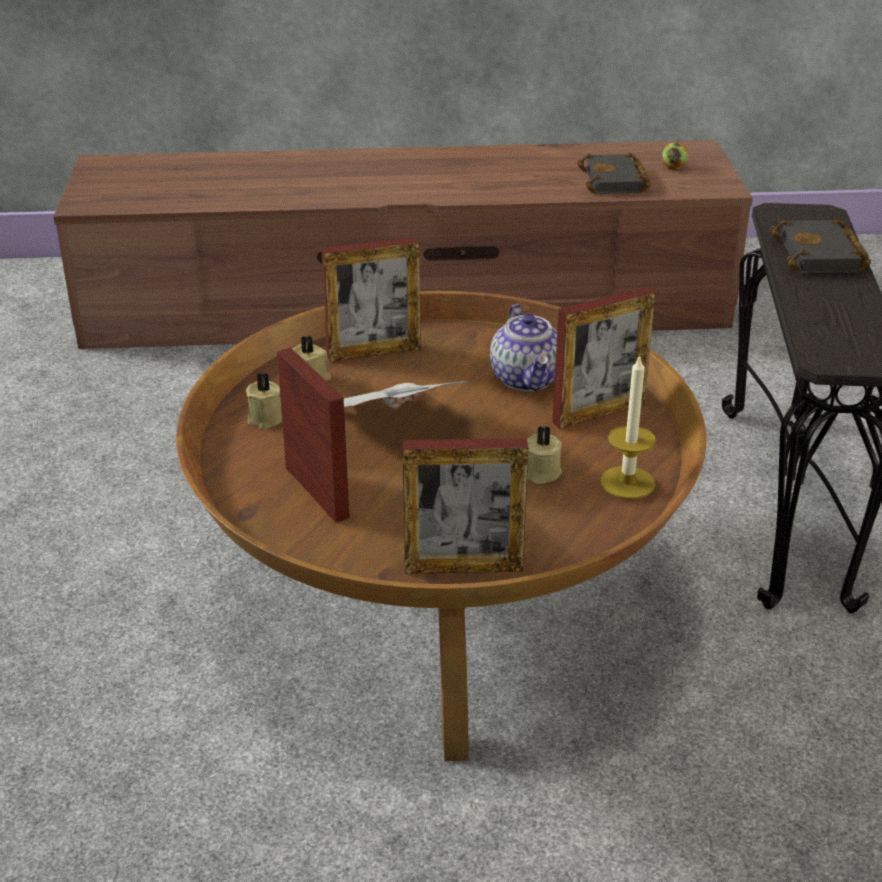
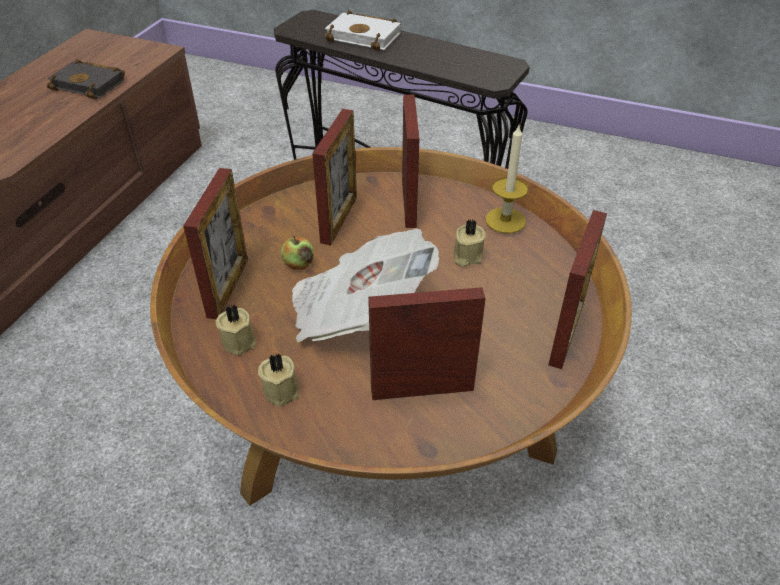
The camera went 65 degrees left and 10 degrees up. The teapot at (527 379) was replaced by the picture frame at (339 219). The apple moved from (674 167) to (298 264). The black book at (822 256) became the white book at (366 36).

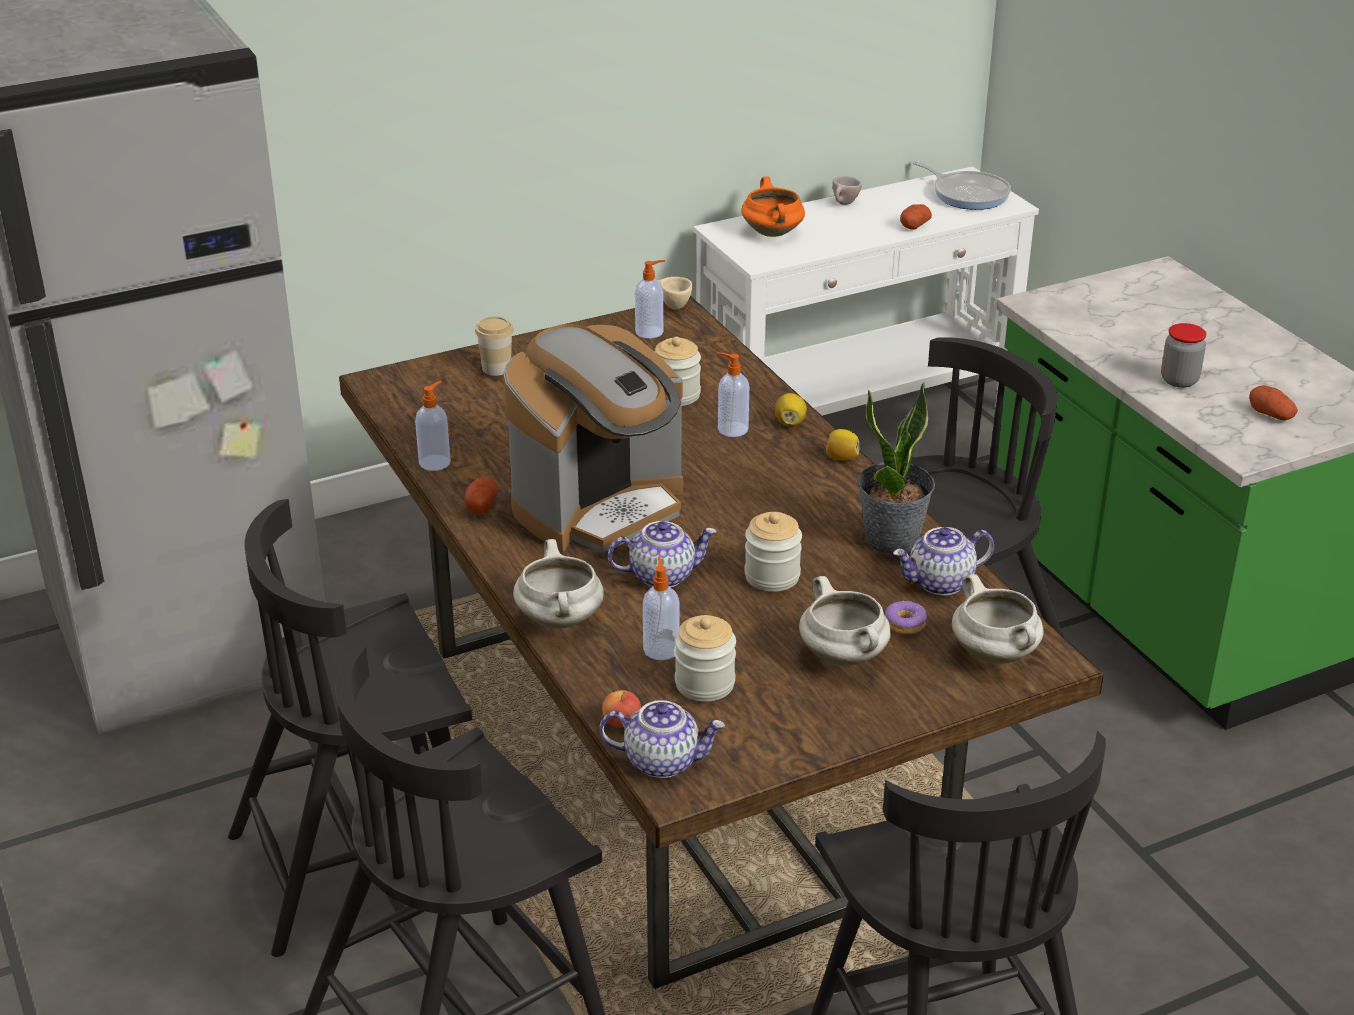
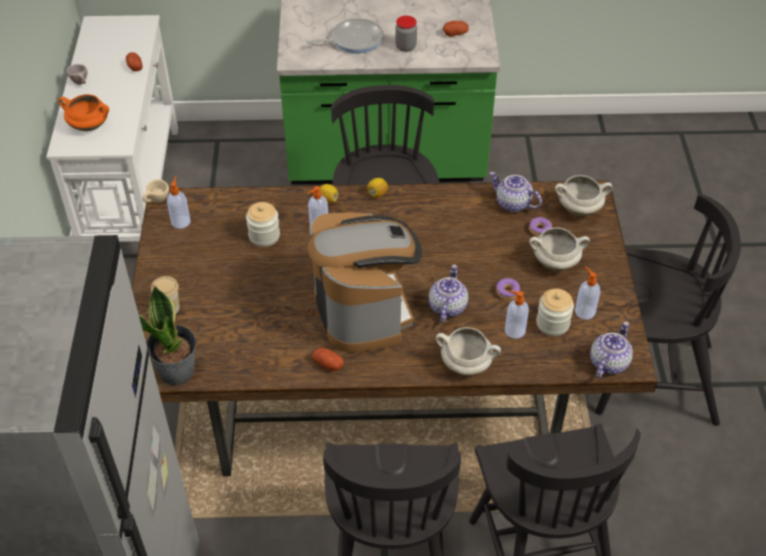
The camera went 65 degrees left and 15 degrees up. The soap dispenser moved from (435 462) to (584 311). The apple at (621 722) disappeared. The jar at (772 576) disappeared. The potted plant moved from (892 539) to (177 371). The teapot at (940 583) turned 120 degrees clockwise. The frying pan moved from (967 194) to (353 40). The donut at (507 292) appeared.

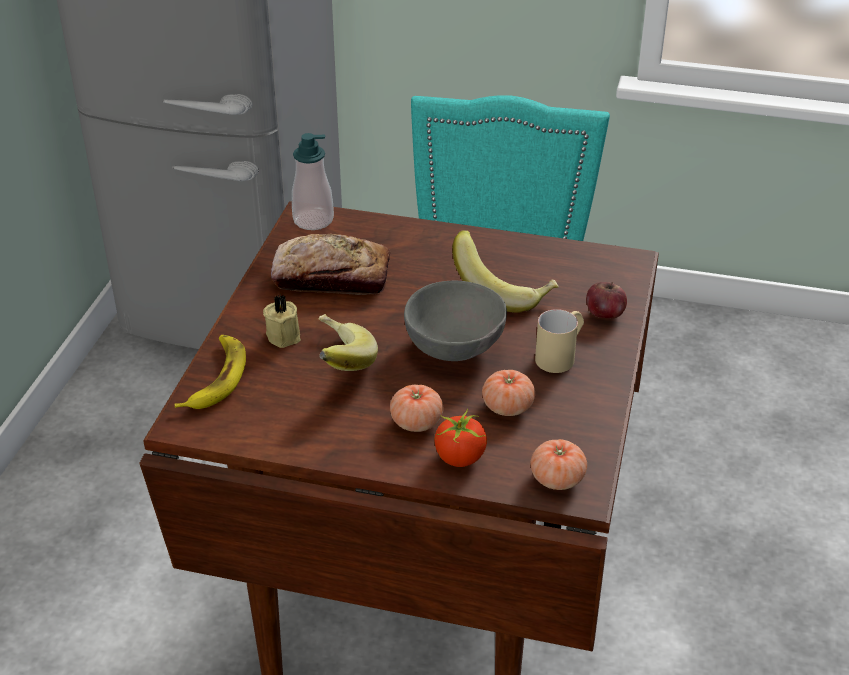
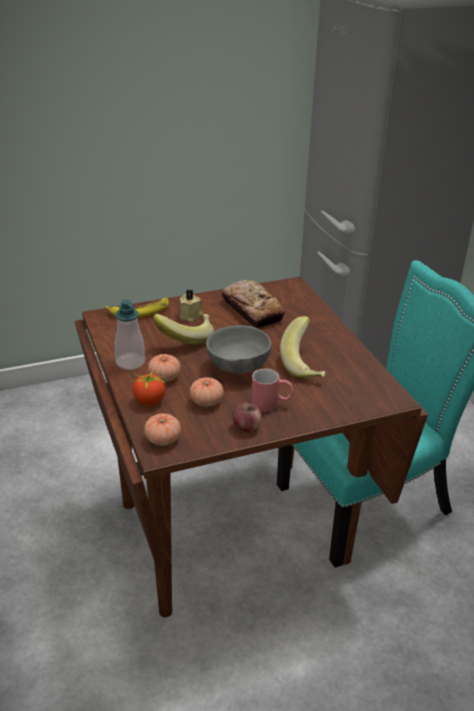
The camera went 55 degrees right and 5 degrees down. The soap dispenser moved from (313 220) to (130 362). The beige mug at (560 355) became the red mug at (271 404). The apple moved from (605 314) to (246 427).

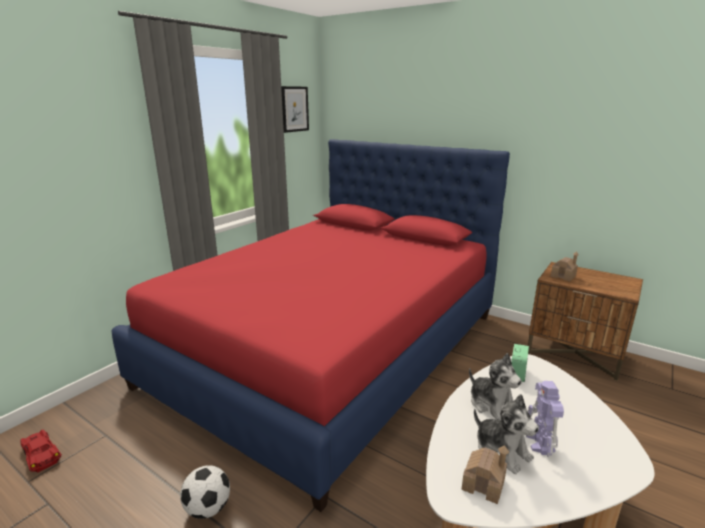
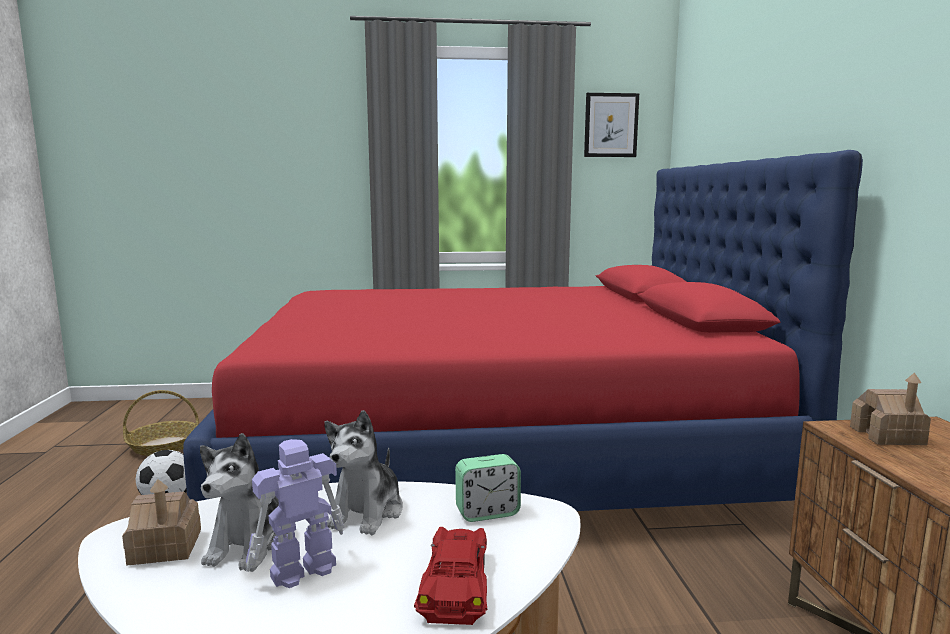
The camera went 50 degrees right and 10 degrees down. The red toy car moved from (41 454) to (457 585). The basket at (164 445) appeared.

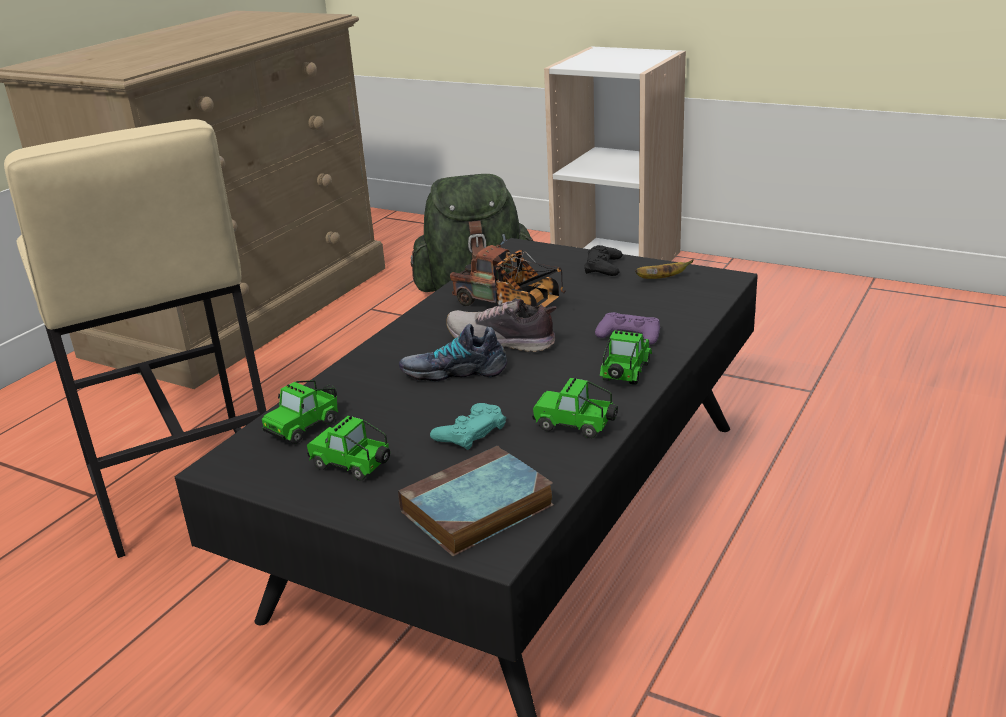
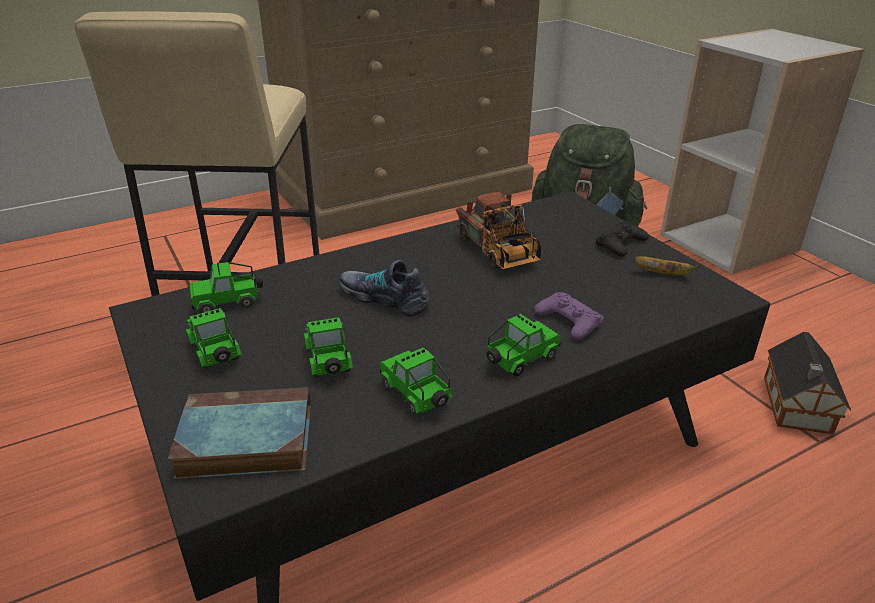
The camera went 30 degrees right and 5 degrees up. The turquoise game controller at (470 432) was replaced by the toy car at (329 361). The shoe at (501 342) disappeared. The toy house at (796 407) appeared.

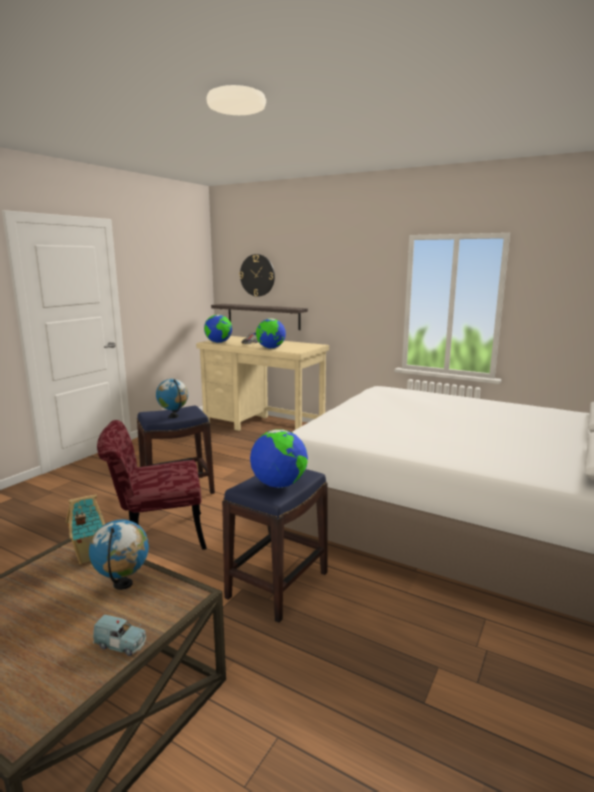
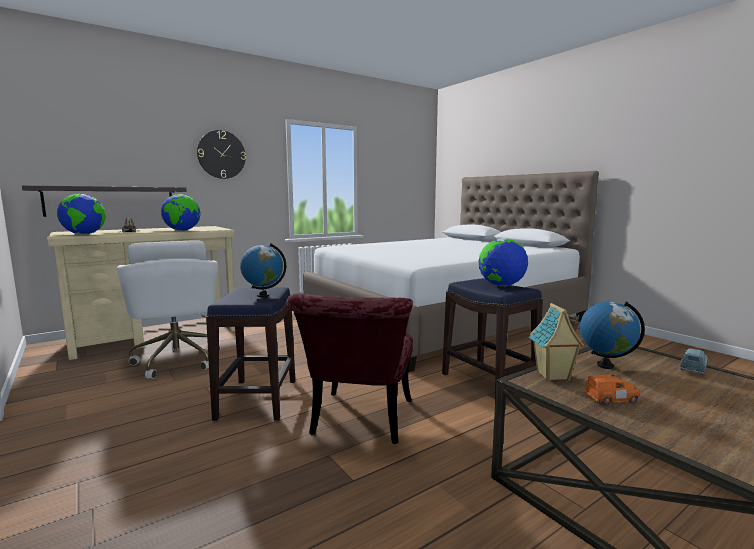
The camera went 65 degrees left and 5 degrees down. The wall clock moved from (257 275) to (221 154). The white office chair at (177 360) appeared. The orange toy car at (612 399) appeared.

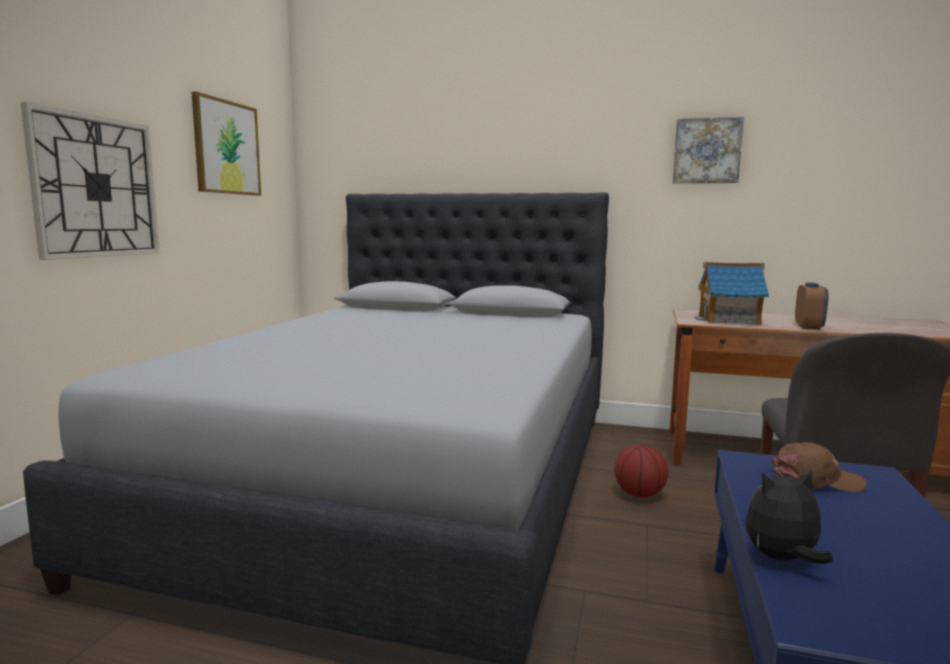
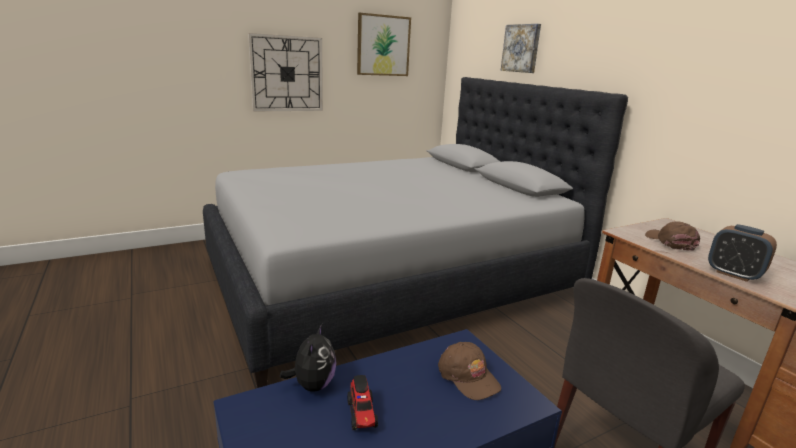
The camera went 45 degrees right and 10 degrees up. The basketball at (640 494) disappeared. The picture moved from (706 151) to (521 48). The toy house at (729 320) was replaced by the brown cap at (671 242). The plush toy at (782 559) turned 60 degrees clockwise. The alarm clock at (808 327) turned 75 degrees clockwise. The toy truck at (362 415) appeared.

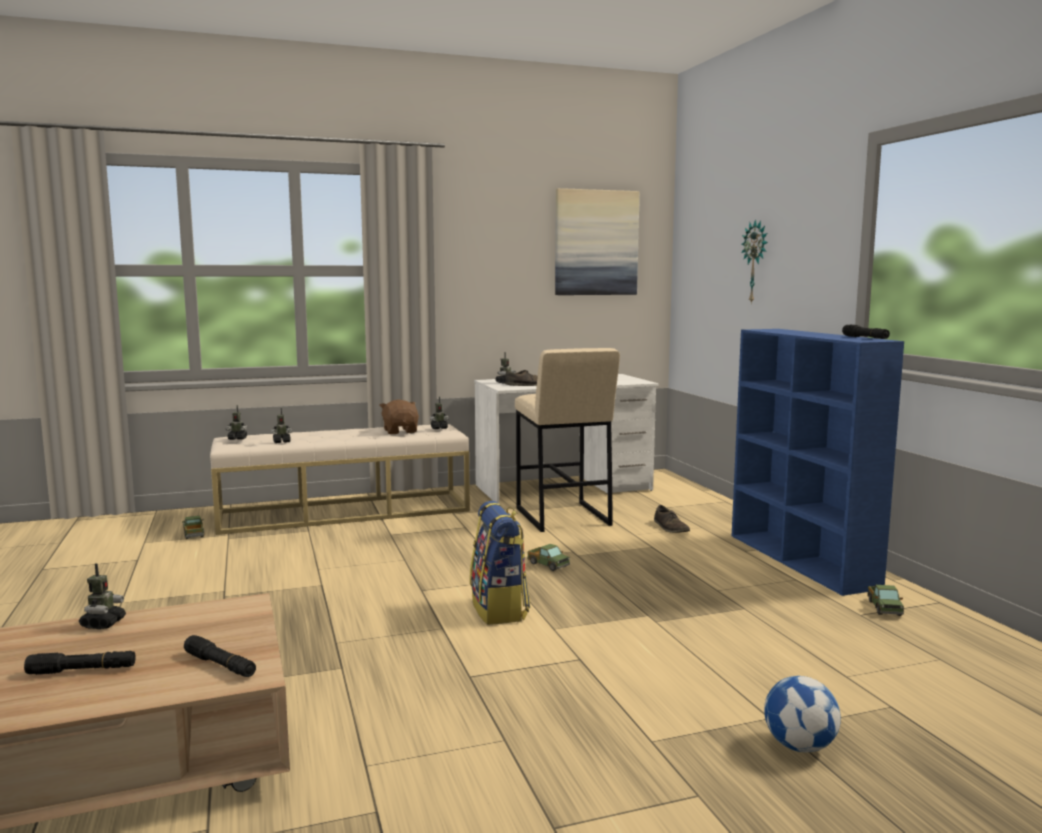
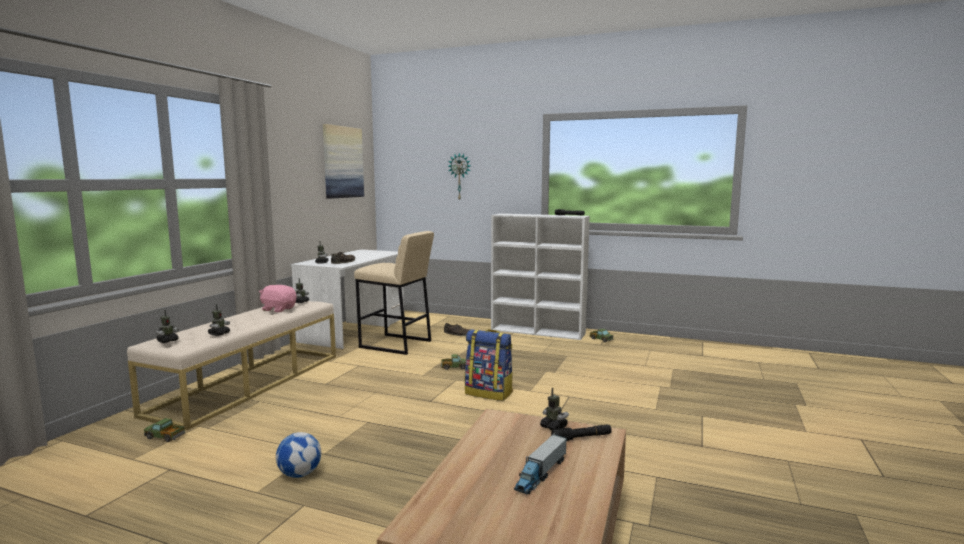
The camera went 50 degrees left and 0 degrees up. The black flashlight at (82 670) was replaced by the toy truck at (541 474). The toy robot moved from (103 624) to (553 427). The brown plush toy at (400 431) became the pink plush toy at (278 309). The blue bookcase at (802 561) became the white bookcase at (538 332). The football moved from (799 746) to (299 474).

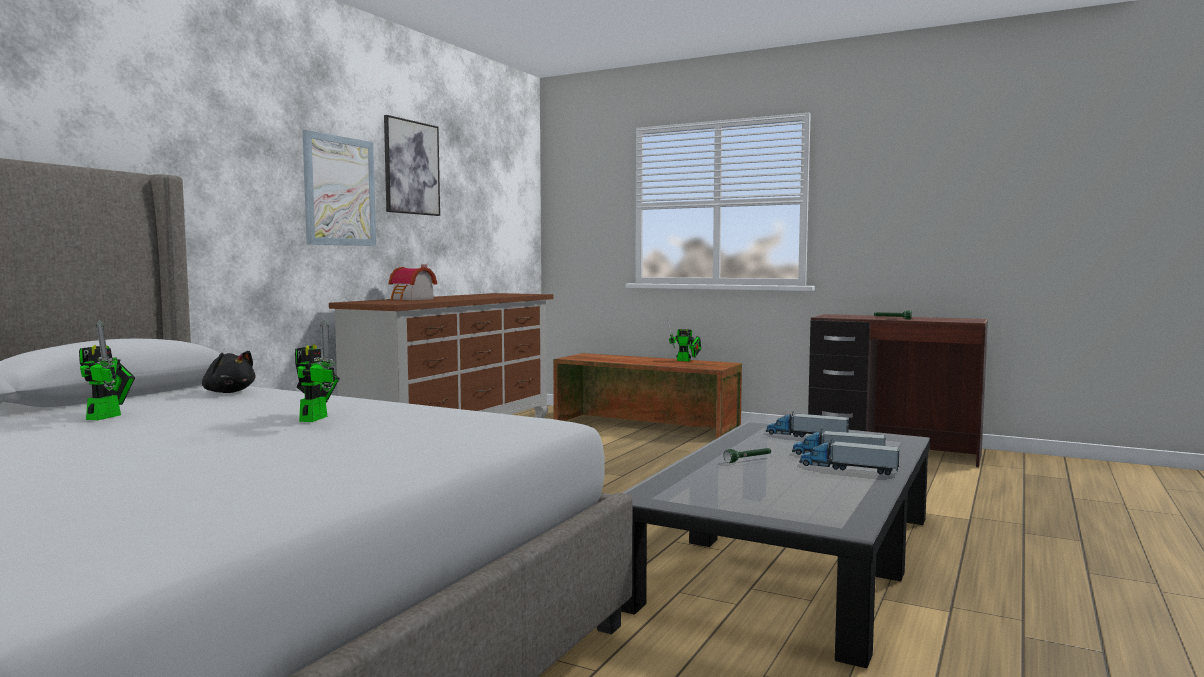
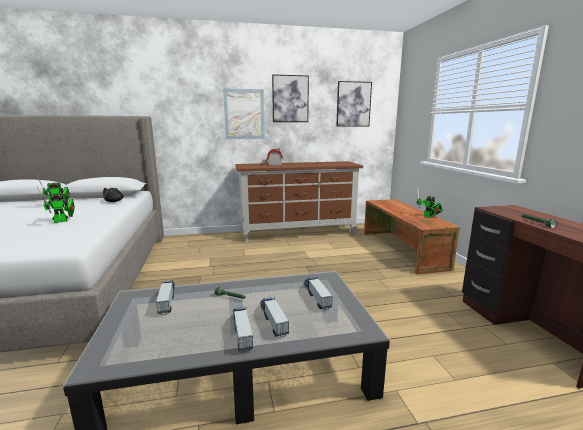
The camera went 50 degrees right and 10 degrees up. The toy truck at (167 300) appeared. The picture at (353 104) appeared.

